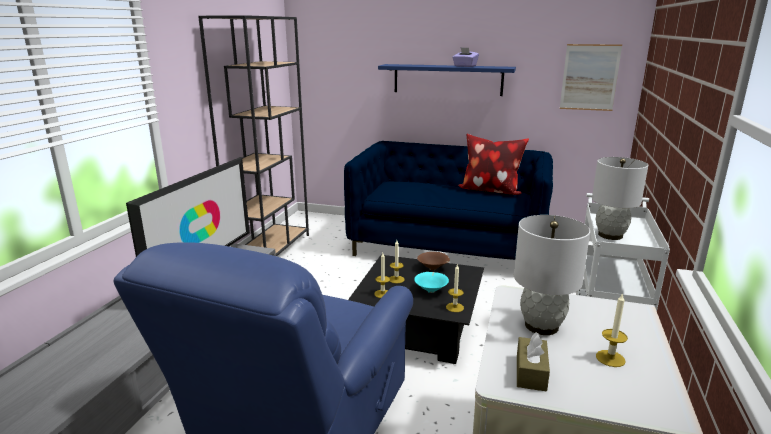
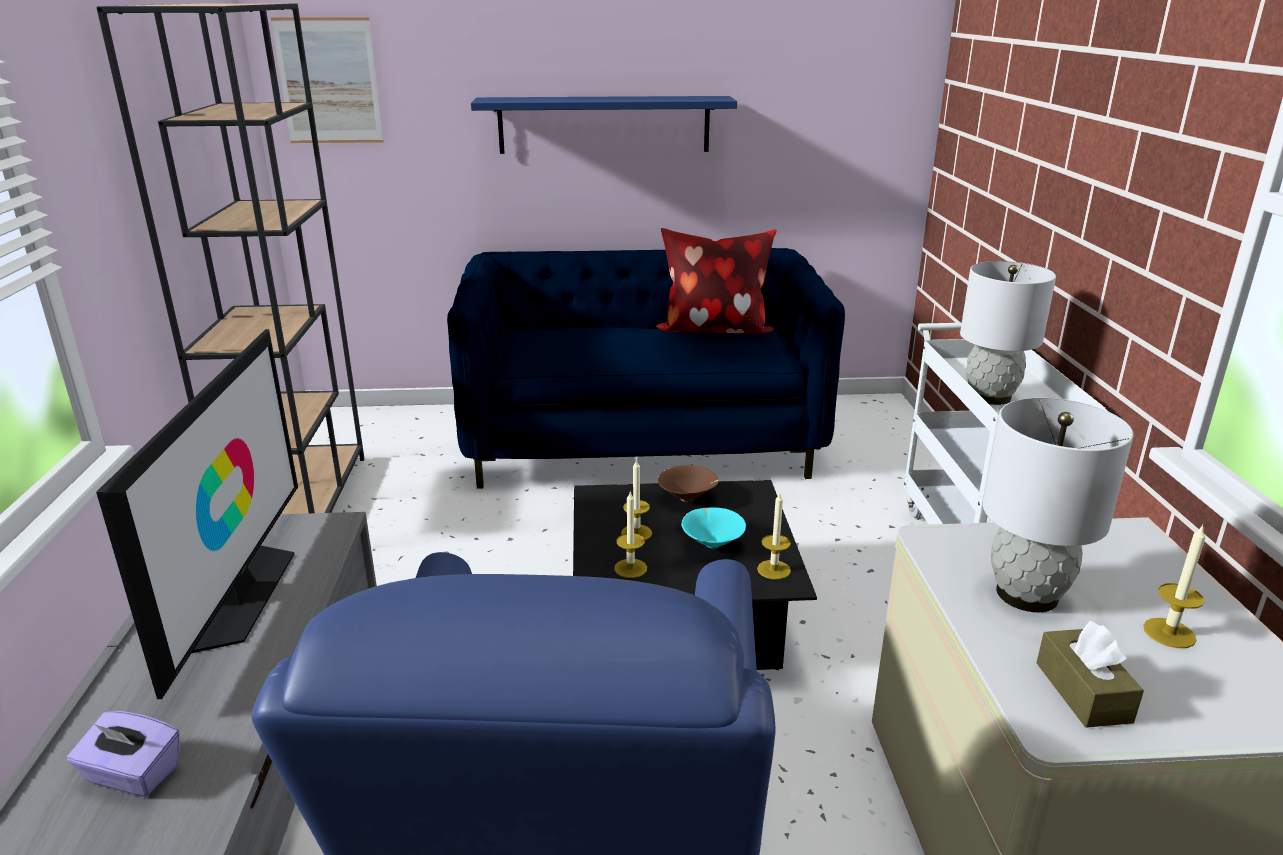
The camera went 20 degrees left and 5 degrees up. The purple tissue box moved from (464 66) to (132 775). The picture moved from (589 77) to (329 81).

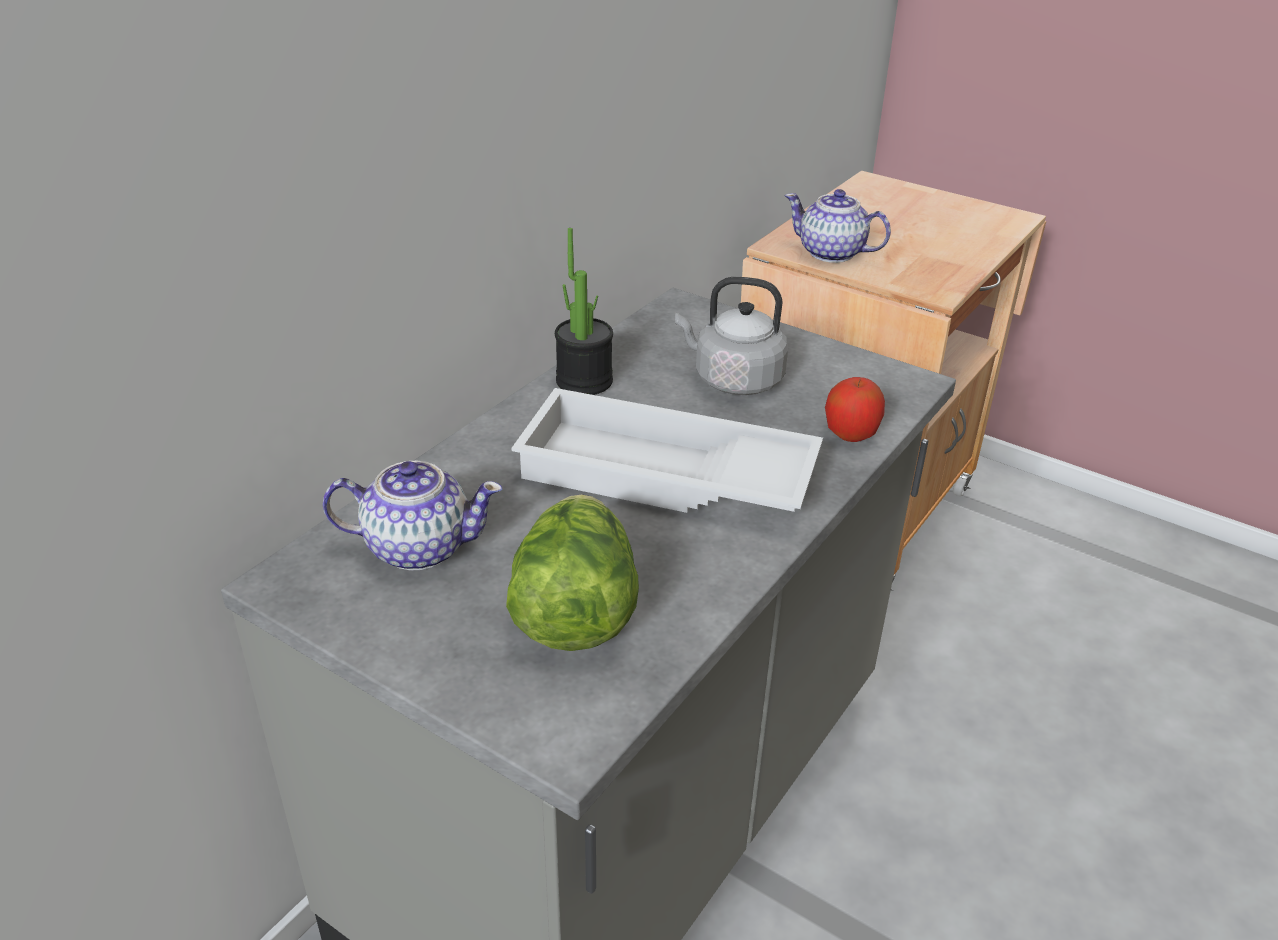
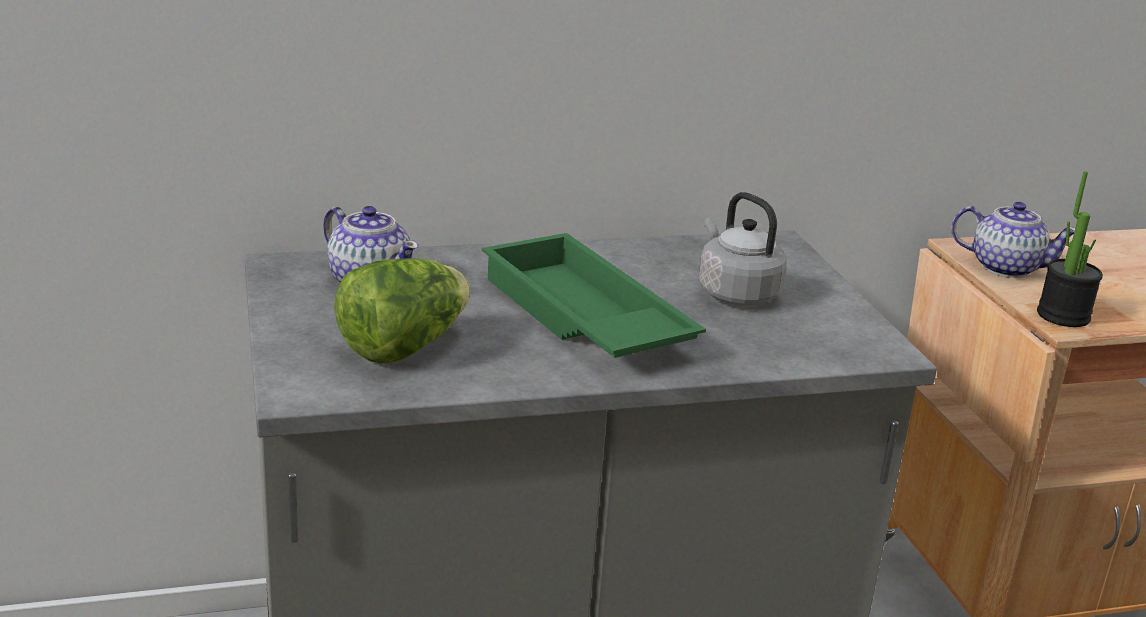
The camera went 40 degrees right and 10 degrees down. The white tray at (663 477) became the green tray at (580 317). The potted plant moved from (584 381) to (1063 316). The teapot at (832 253) turned 135 degrees clockwise. The apple at (851 434) disappeared.

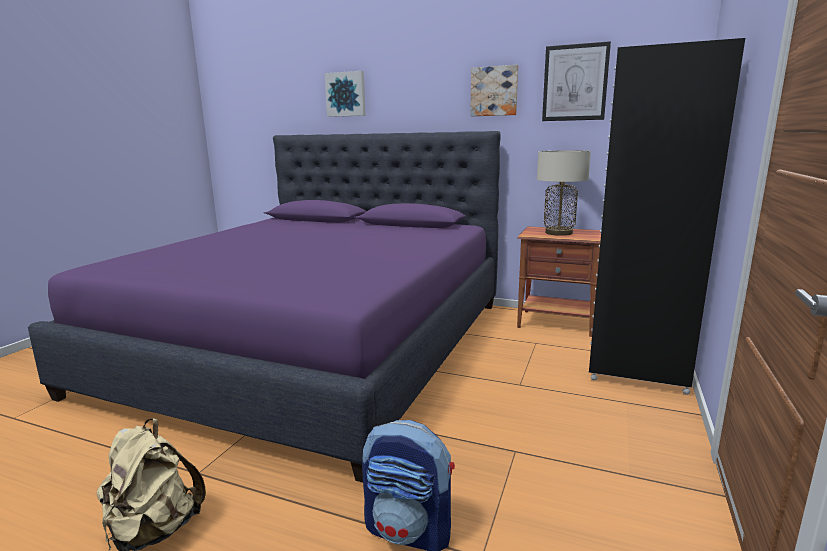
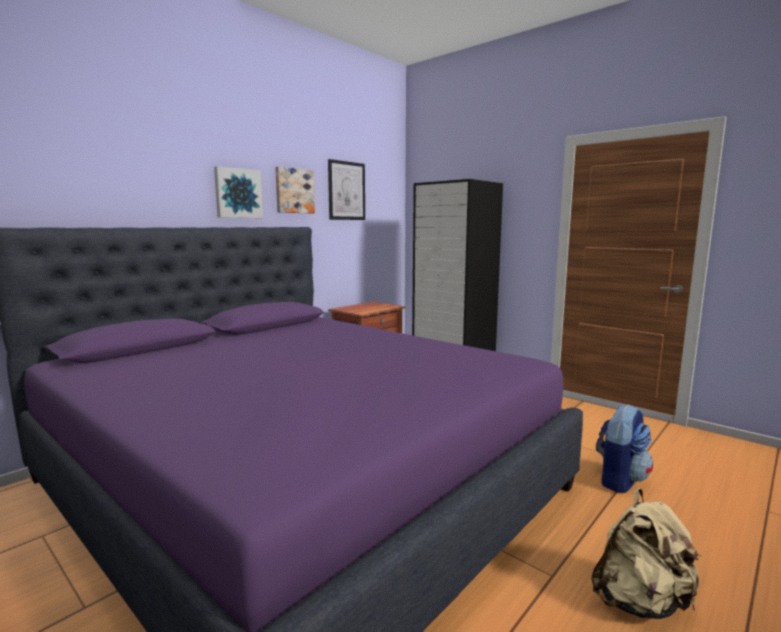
The camera went 70 degrees left and 5 degrees down. The picture moved from (346 94) to (237 193). The table lamp at (558 233) disappeared.

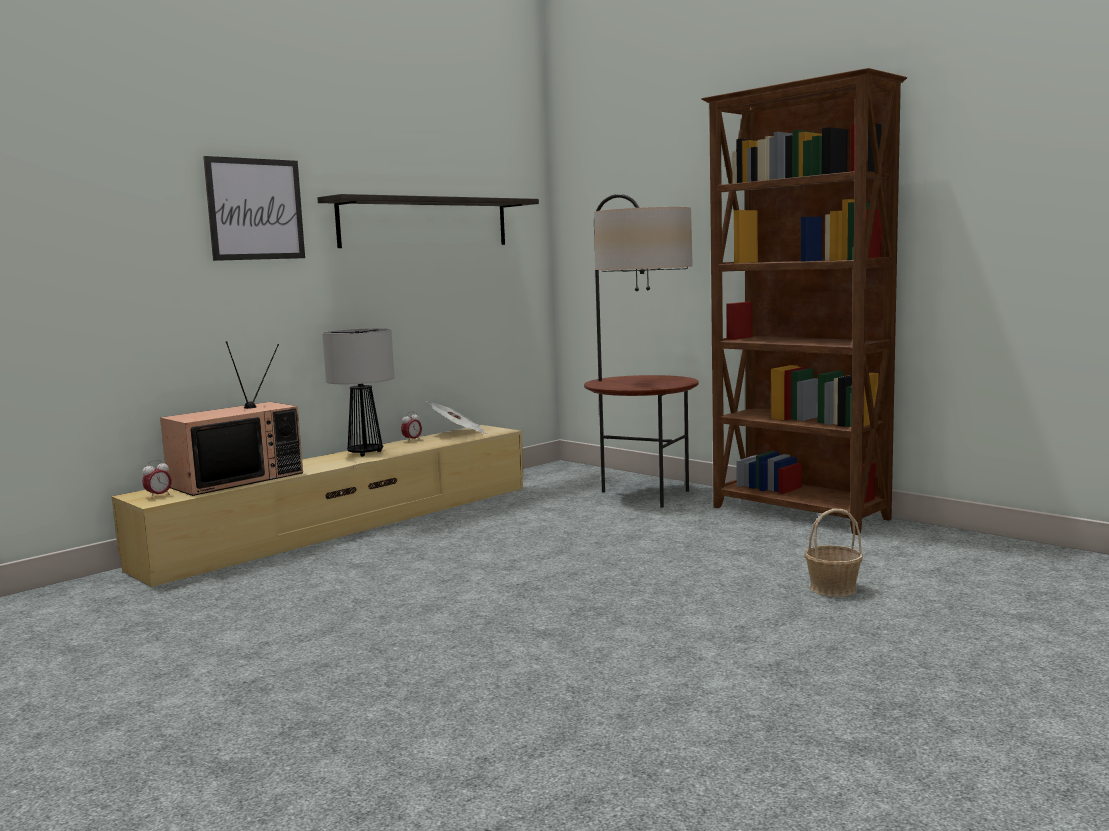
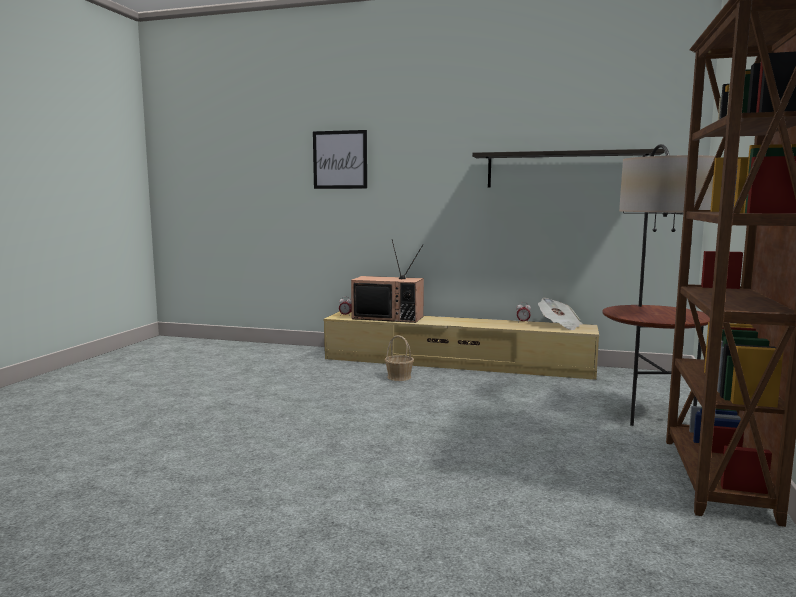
The camera went 60 degrees right and 0 degrees up. The picture moved from (255 209) to (340 160). The table lamp at (365 453) disappeared. The basket moved from (832 588) to (399 377).

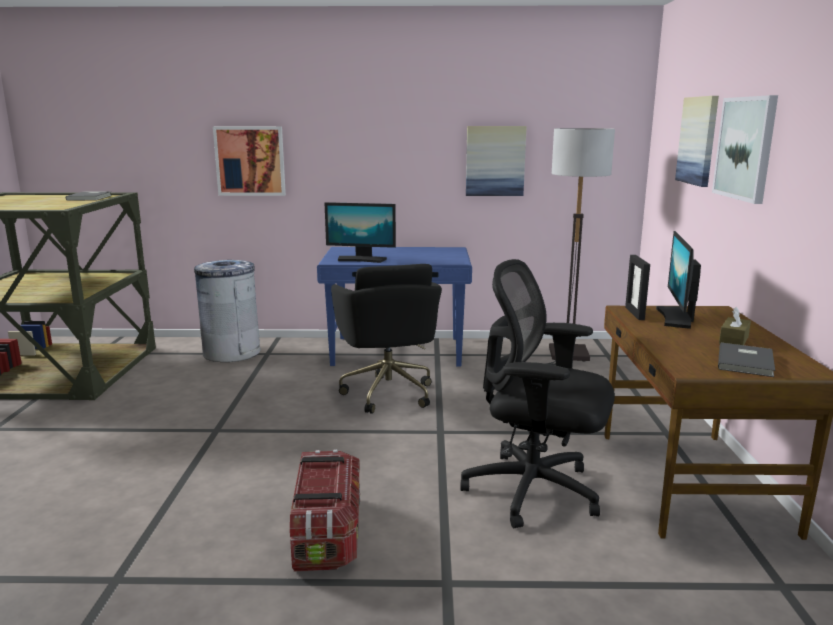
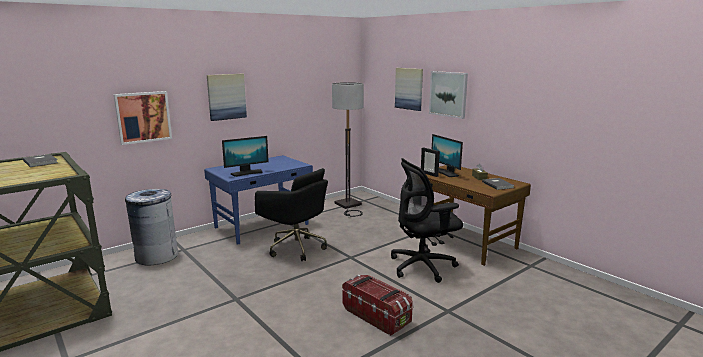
The camera went 40 degrees left and 0 degrees up. The picture moved from (495 161) to (226 96).

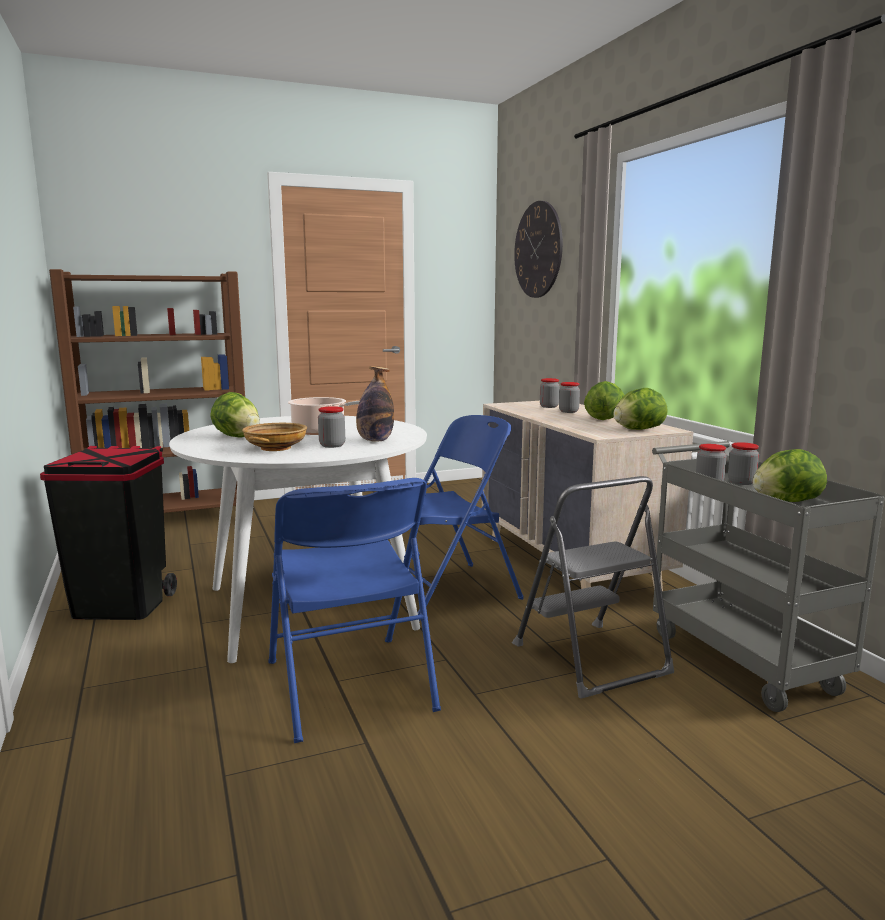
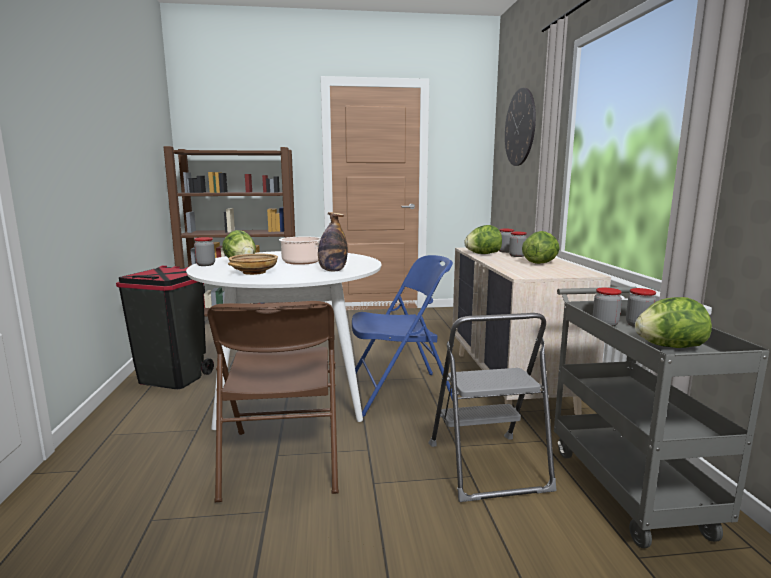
The camera went 15 degrees right and 0 degrees up. The blue chair at (348 685) became the brown chair at (282 460). The jar moved from (332 445) to (205 265). The lettuce moved from (638 429) to (483 254).

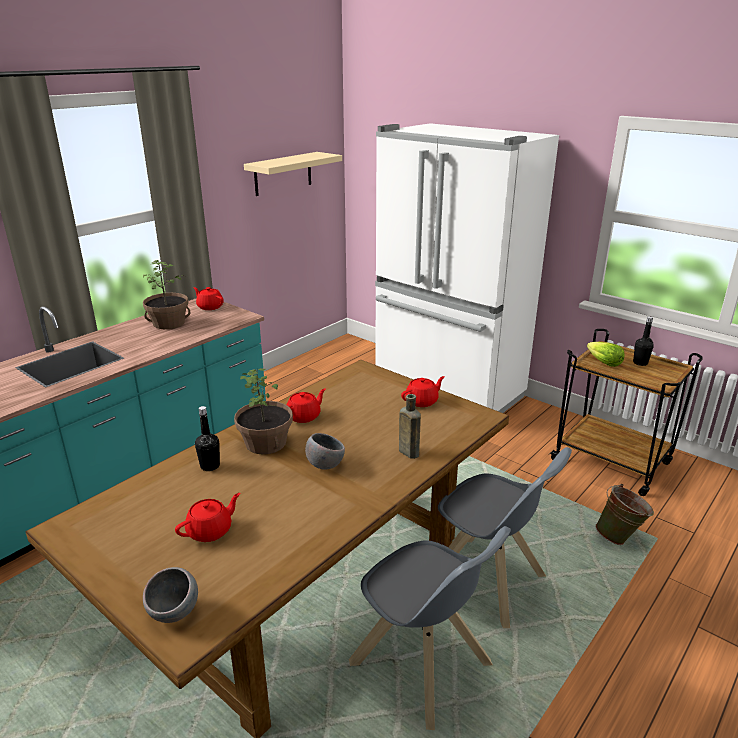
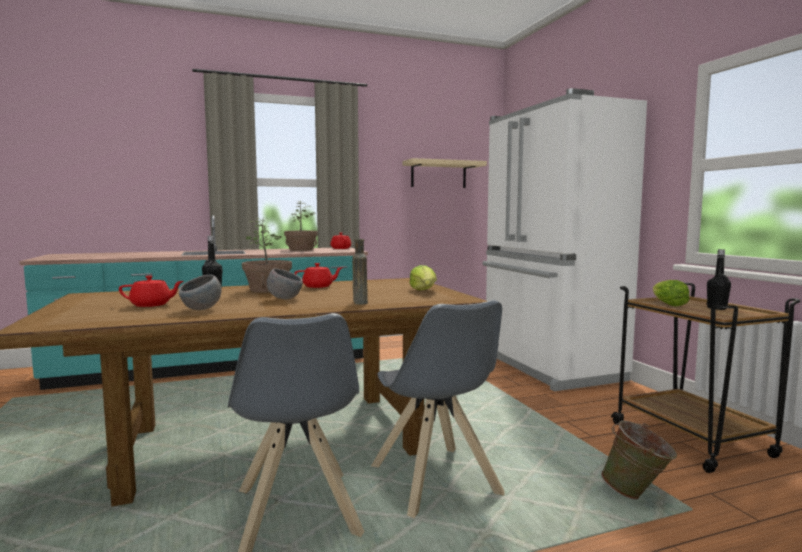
The camera went 30 degrees right and 20 degrees down. The grey bowl moved from (175 612) to (202 309). The red teapot at (422 401) was replaced by the lettuce at (424 291).

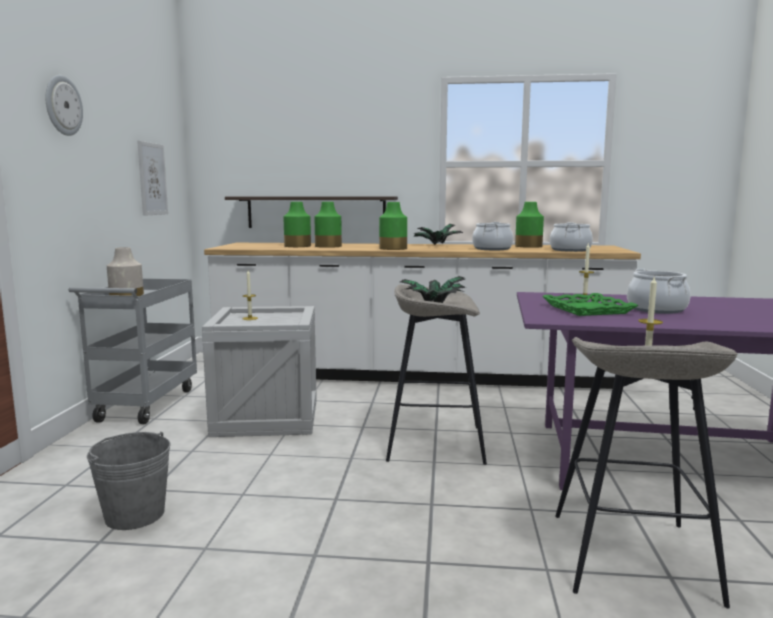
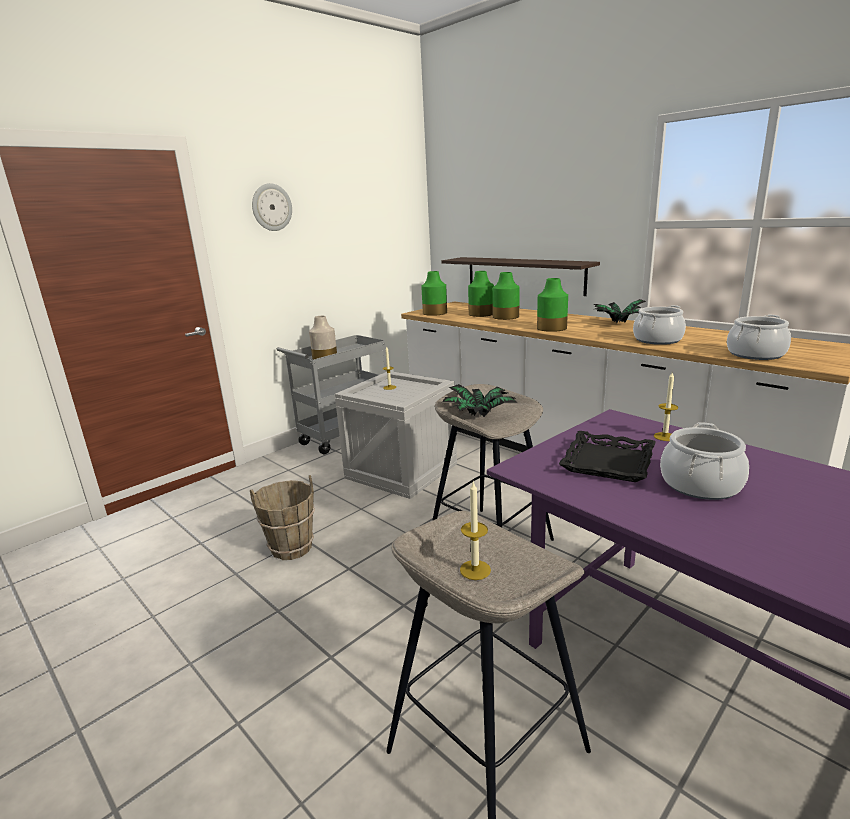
The camera went 40 degrees right and 10 degrees up. The grey bucket at (135 515) disappeared. The picture at (152 179) disappeared. The green vase moved from (528 246) to (434 313). The green tray at (586 309) became the black tray at (607 462). The brown bucket at (291 548) appeared.

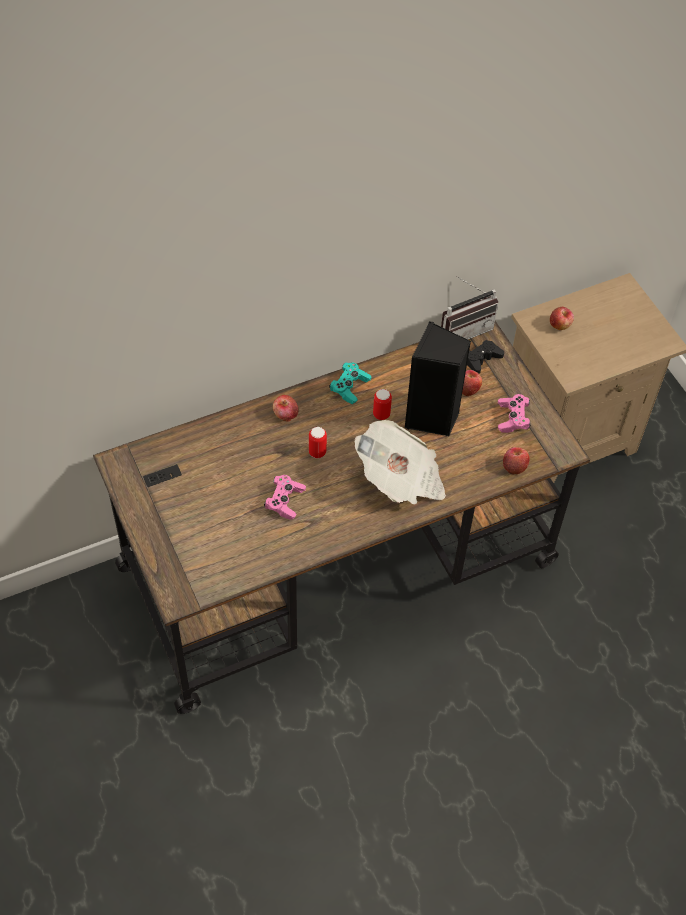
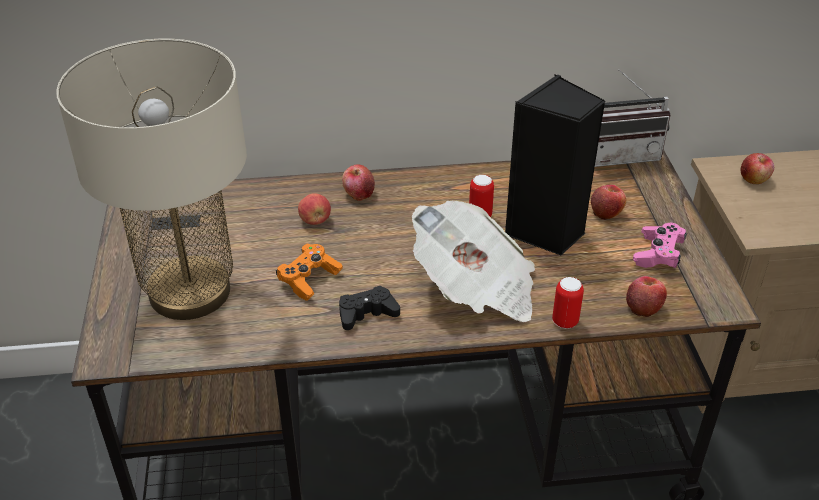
The camera went 20 degrees right and 15 degrees down. The pink game controller at (285 501) became the orange game controller at (309 279). The can moved from (317 452) to (565 321). The turquoise game controller at (349 387) disappeared. The black game controller moved from (482 359) to (367 313). The table lamp at (190 292) appeared. The apple at (315 220) appeared.

